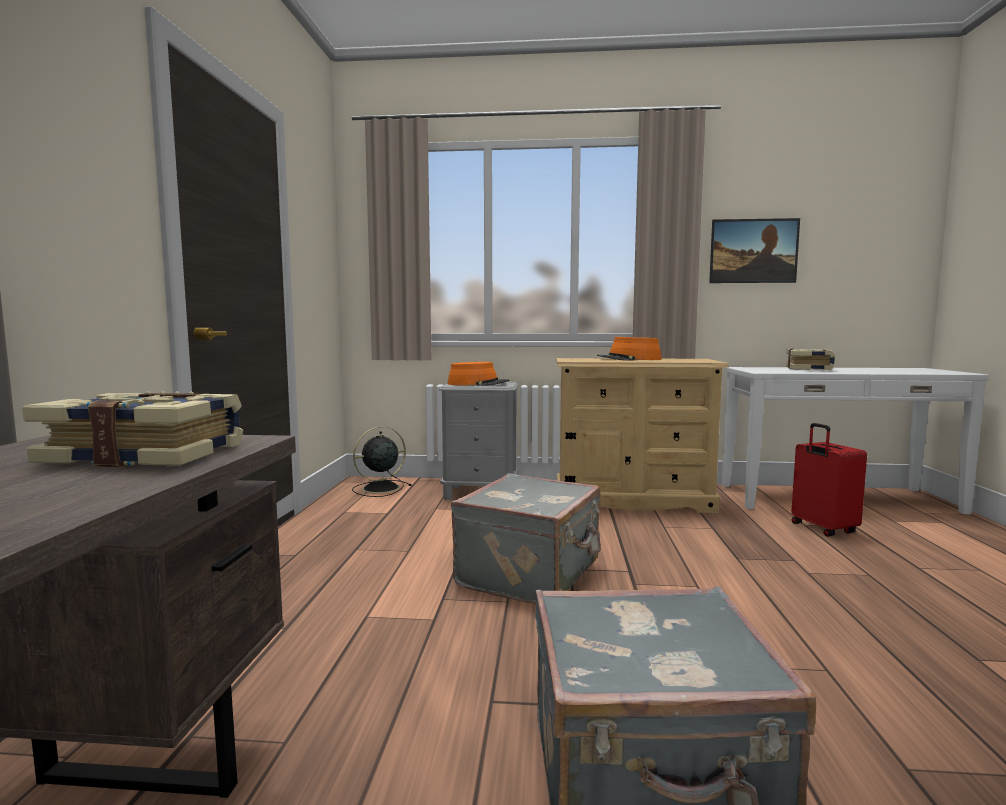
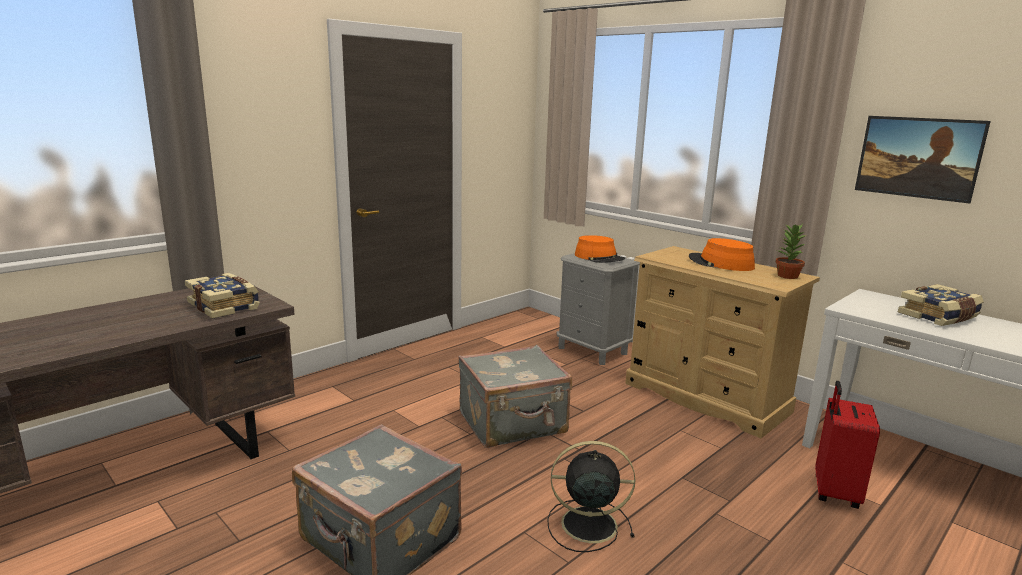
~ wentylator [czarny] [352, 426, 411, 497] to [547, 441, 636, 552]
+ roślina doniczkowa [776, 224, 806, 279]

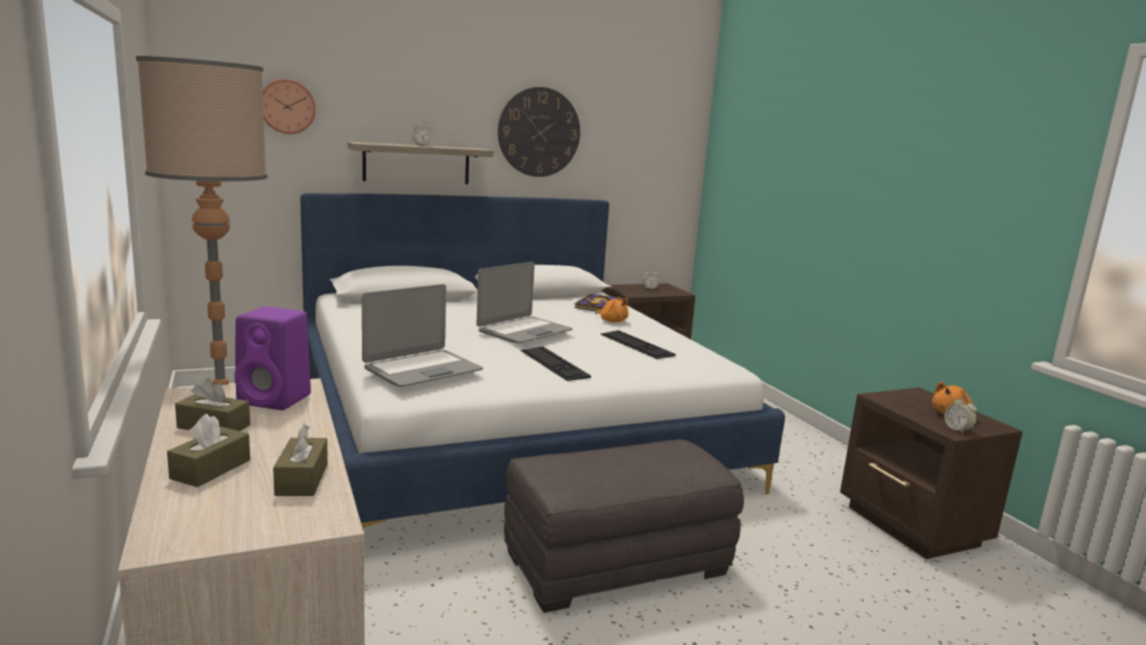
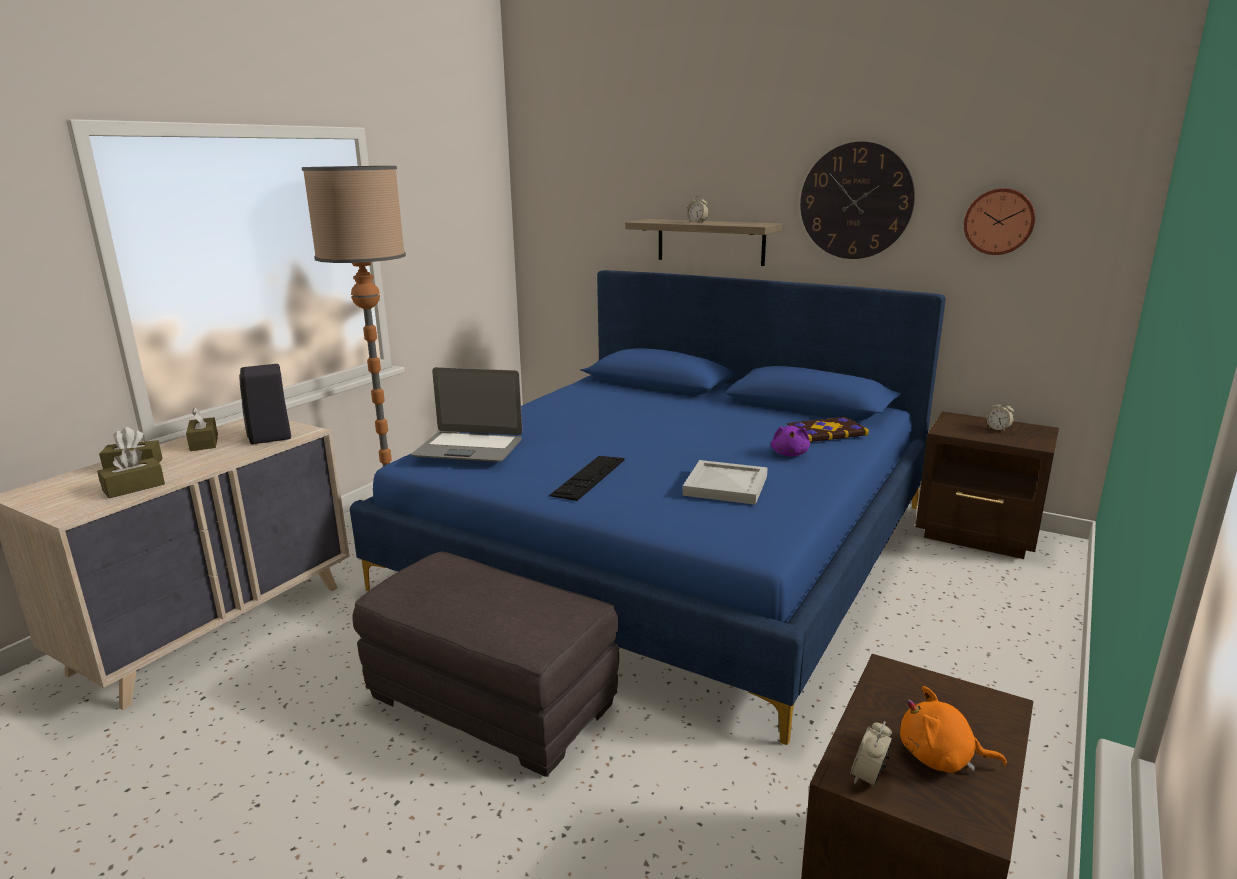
~ zegar ścienny [263, 79, 316, 134] to [964, 188, 1035, 255]
~ łóżko [biały] [300, 193, 785, 529] to łóżko [niebieski] [350, 270, 946, 745]
- laptop [477, 262, 572, 343]
~ pluszak [pomarańczowy] [595, 298, 629, 323] to pluszak [fioletowy] [771, 426, 810, 457]
~ głośnik [fioletowy] [234, 306, 311, 410] to głośnik [czarny] [239, 364, 291, 444]
~ klawiatura [600, 330, 676, 359] to taca [biały] [683, 460, 768, 505]

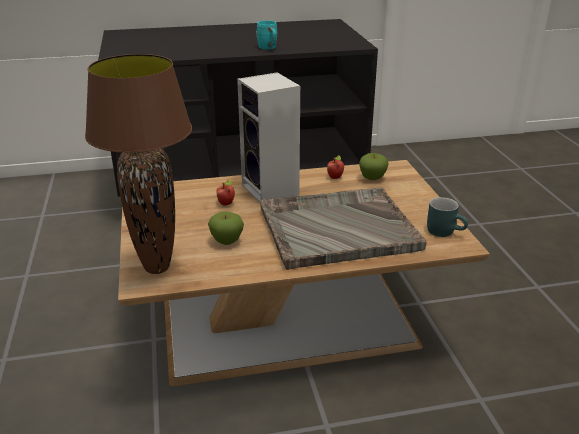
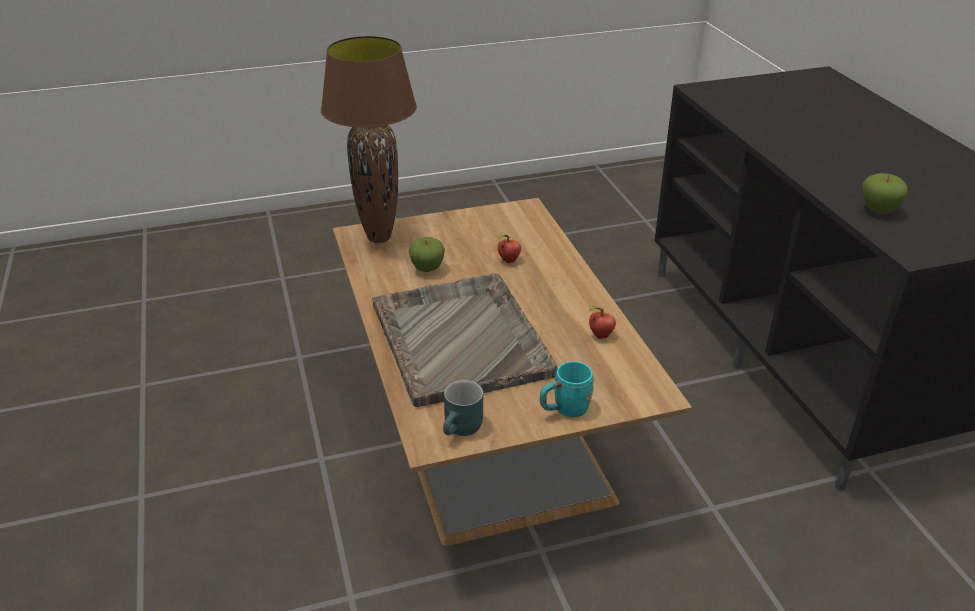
~ kubek [turkusowy] [256, 21, 277, 50] to [540, 361, 594, 417]
- głośnik [237, 72, 300, 203]
~ jabłko [359, 153, 388, 180] to [863, 173, 908, 214]

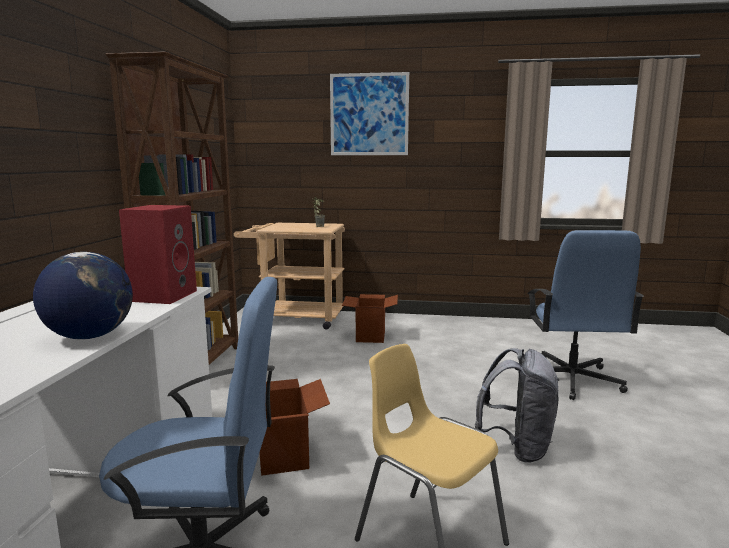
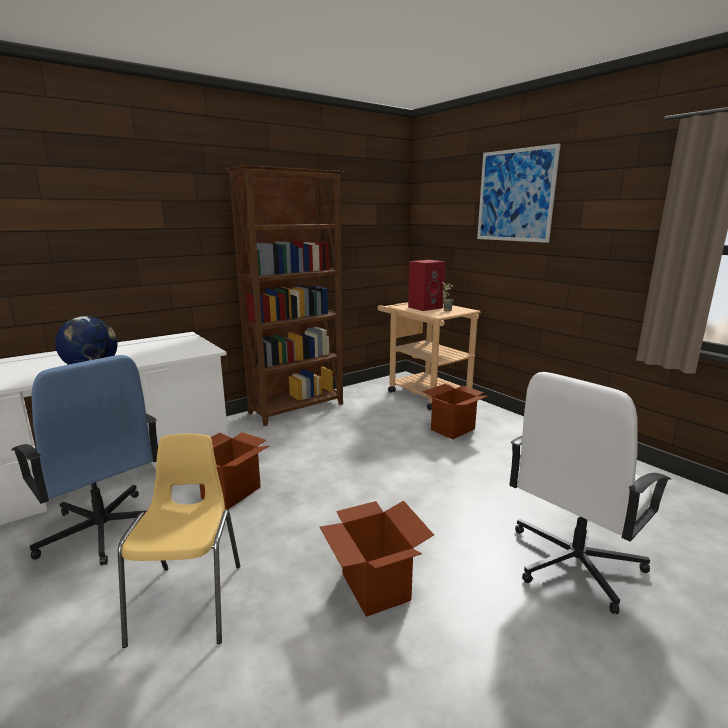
~ głośnik [czerwony] [119, 205, 197, 304] to [408, 260, 445, 311]
~ krzesło biurowe [niebieski] [527, 230, 644, 400] to krzesło biurowe [biały] [509, 372, 671, 614]
~ plecak [szary] [475, 348, 559, 463] to karton [320, 501, 434, 617]

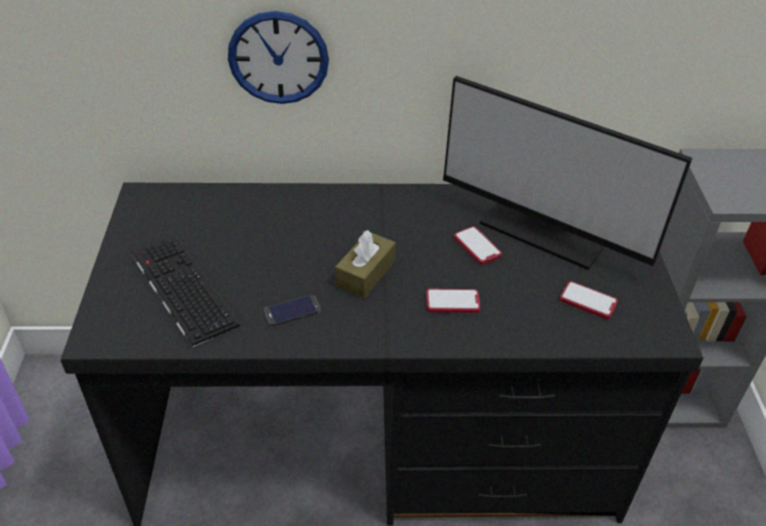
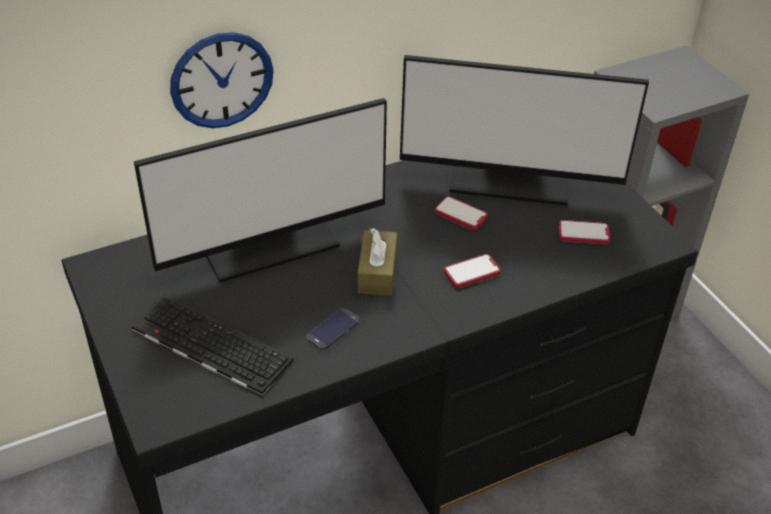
+ monitor [134, 98, 387, 283]

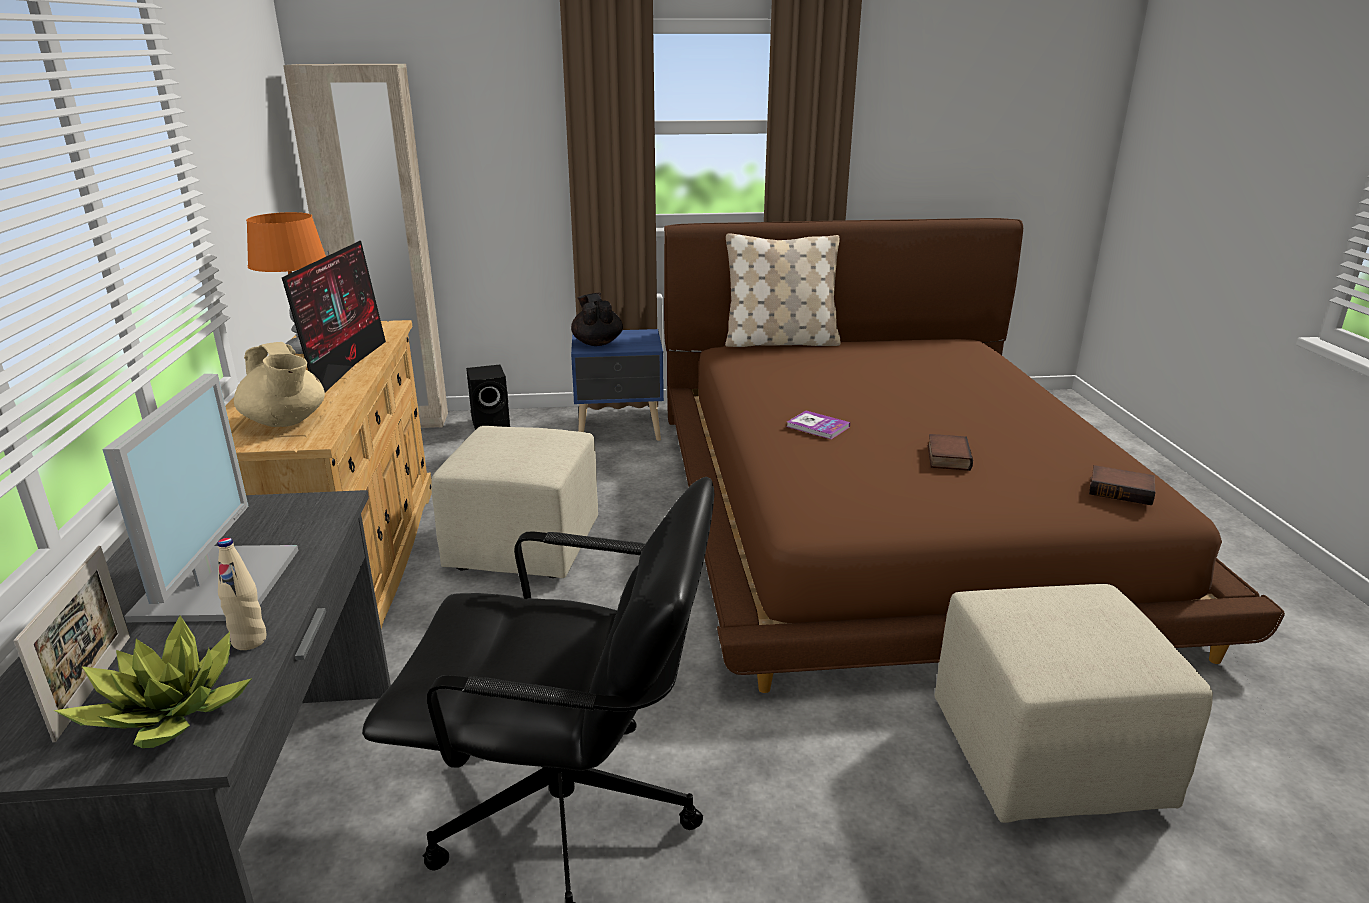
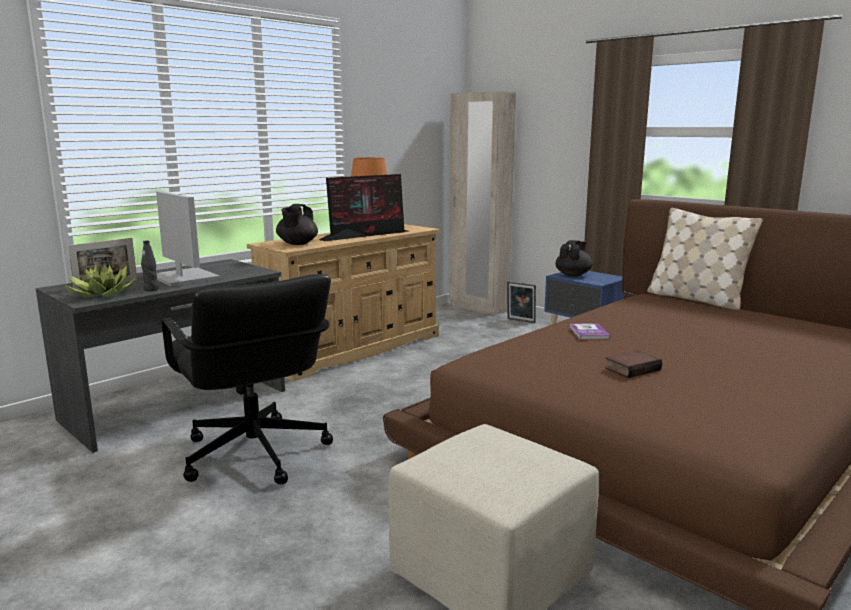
~ imbryk [beżowy] [234, 342, 325, 427] to imbryk [czarny] [276, 204, 318, 245]
~ głośnik [czarny] [466, 365, 510, 430] to ramka na zdjęcie [507, 281, 536, 323]
~ monitor [102, 374, 298, 622] = [156, 191, 220, 286] 90 degrees counterclockwise
- pufa [beżowy] [431, 426, 598, 578]
- książka [1089, 465, 1155, 505]
~ butelka [beżowy] [218, 538, 267, 650] to butelka [czarny] [141, 240, 158, 291]

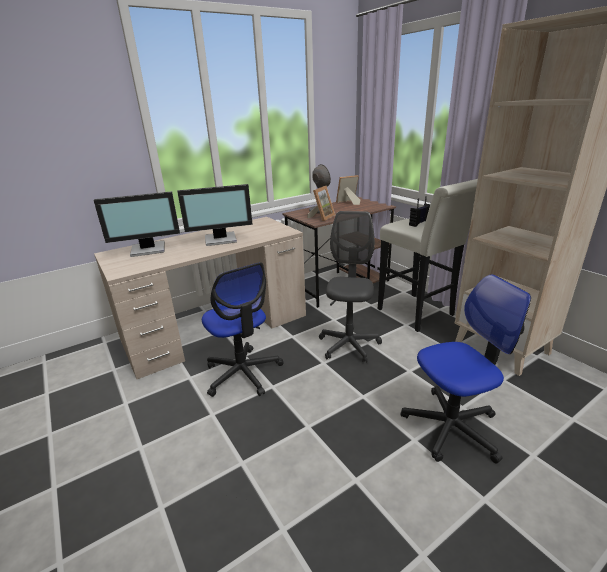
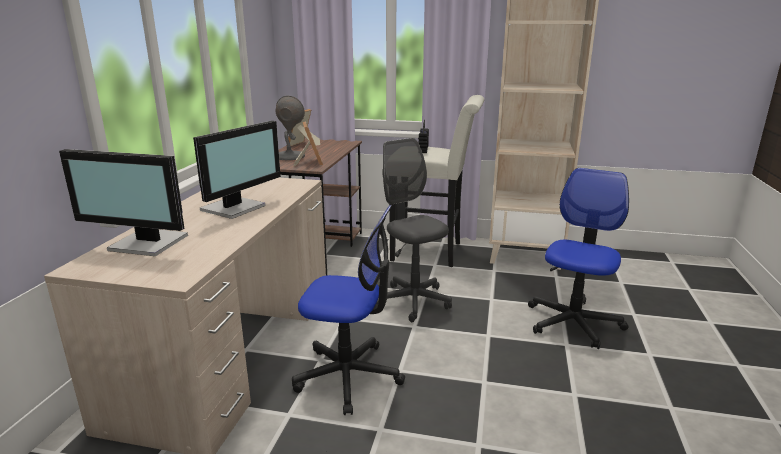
~ monitor [93, 191, 180, 257] = [59, 149, 188, 256] 75 degrees clockwise

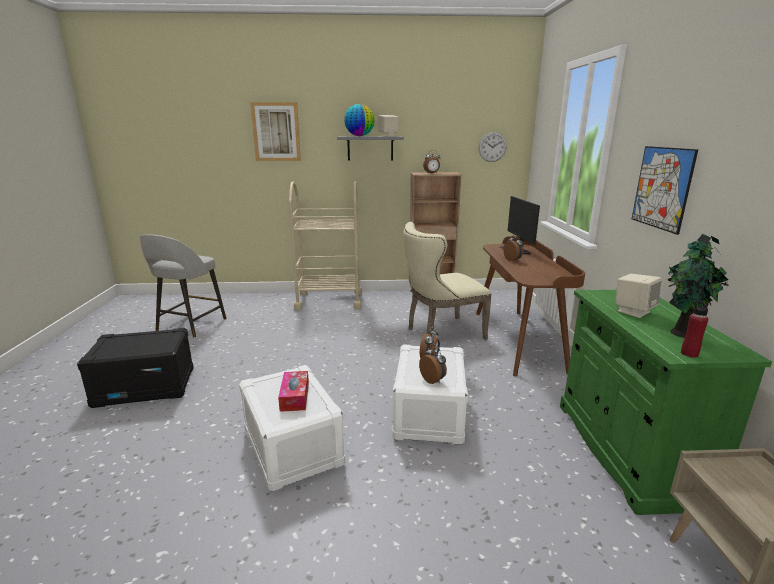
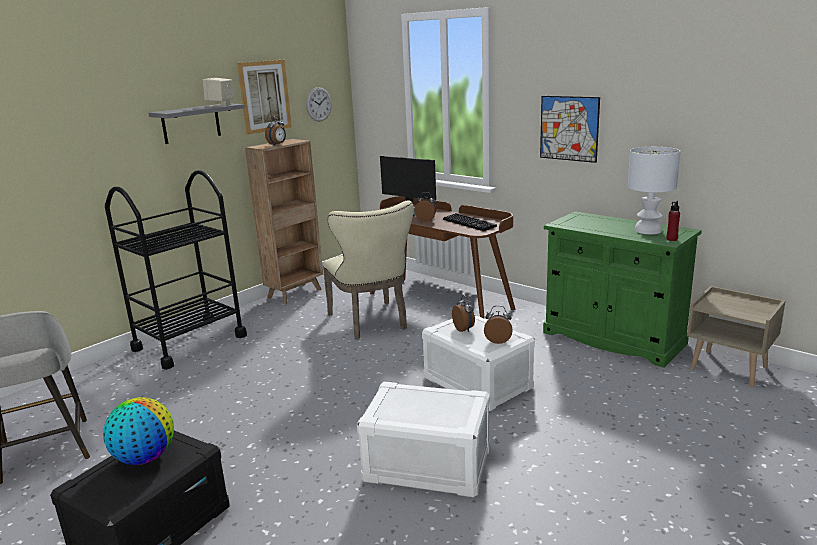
~ obraz [250, 102, 301, 161] to [237, 60, 292, 135]
~ globus [344, 104, 374, 136] to [103, 397, 174, 465]
~ wózek [beżowy] [289, 181, 362, 310] to wózek [czarny] [105, 170, 247, 370]
~ krzesło [beżowy] [403, 222, 492, 340] = [323, 200, 414, 339] 45 degrees counterclockwise
~ roślina doniczkowa [668, 234, 729, 338] to lampa stołowa [biały] [628, 147, 680, 234]
- głośnik [beżowy] [615, 274, 662, 318]
- pudełko chusteczek [278, 371, 309, 412]
+ klawiatura [443, 213, 497, 231]

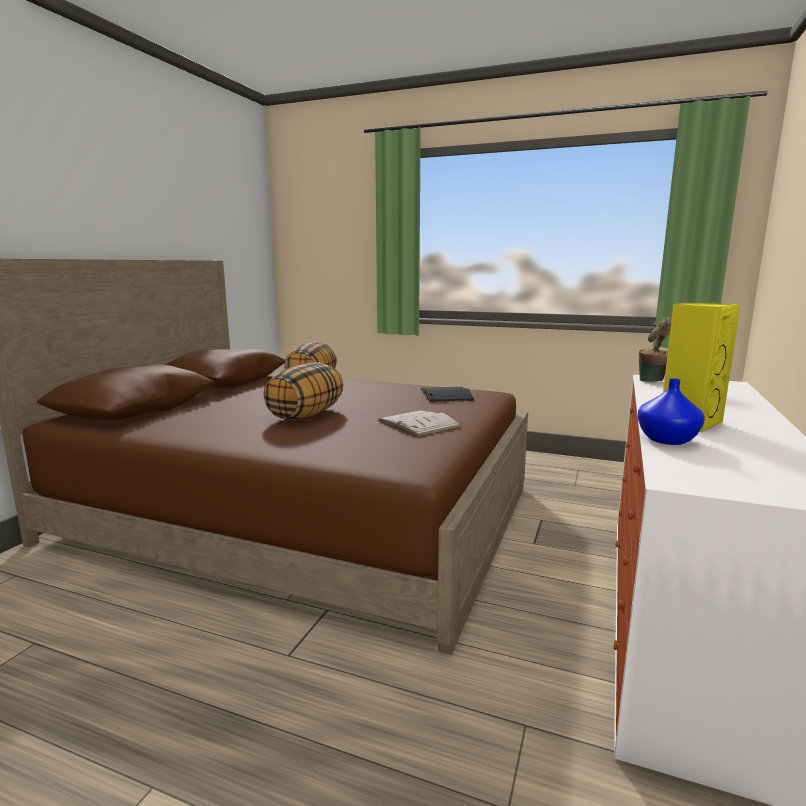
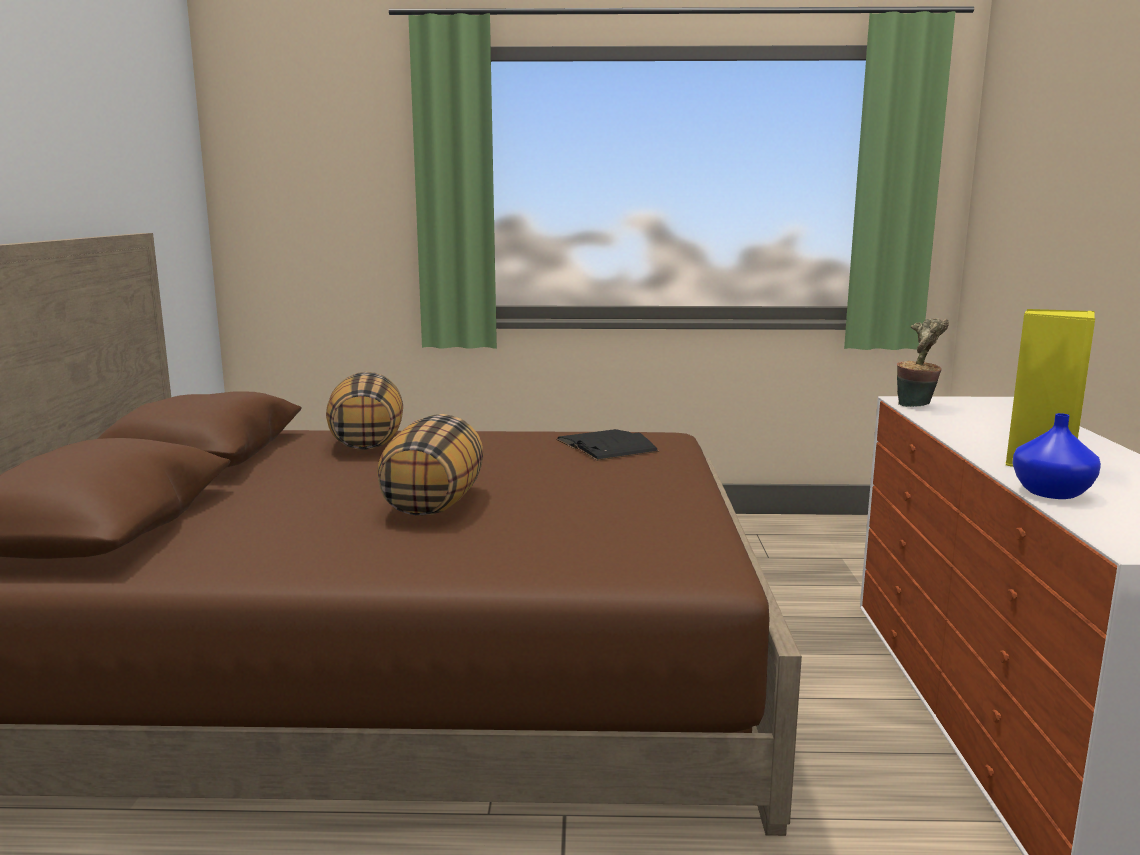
- książka [biały] [377, 410, 462, 437]

